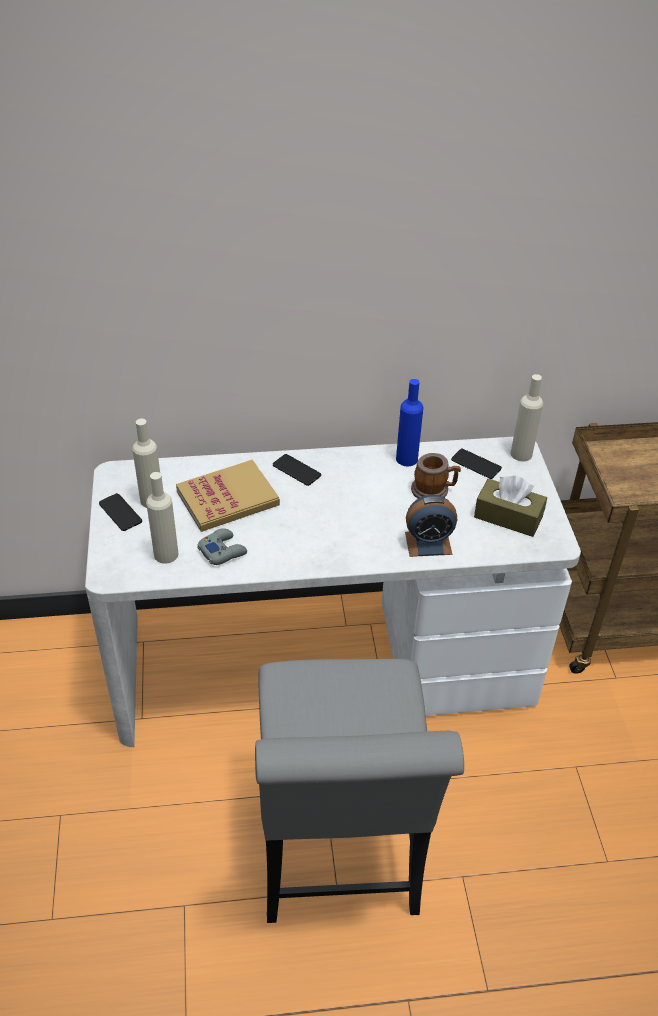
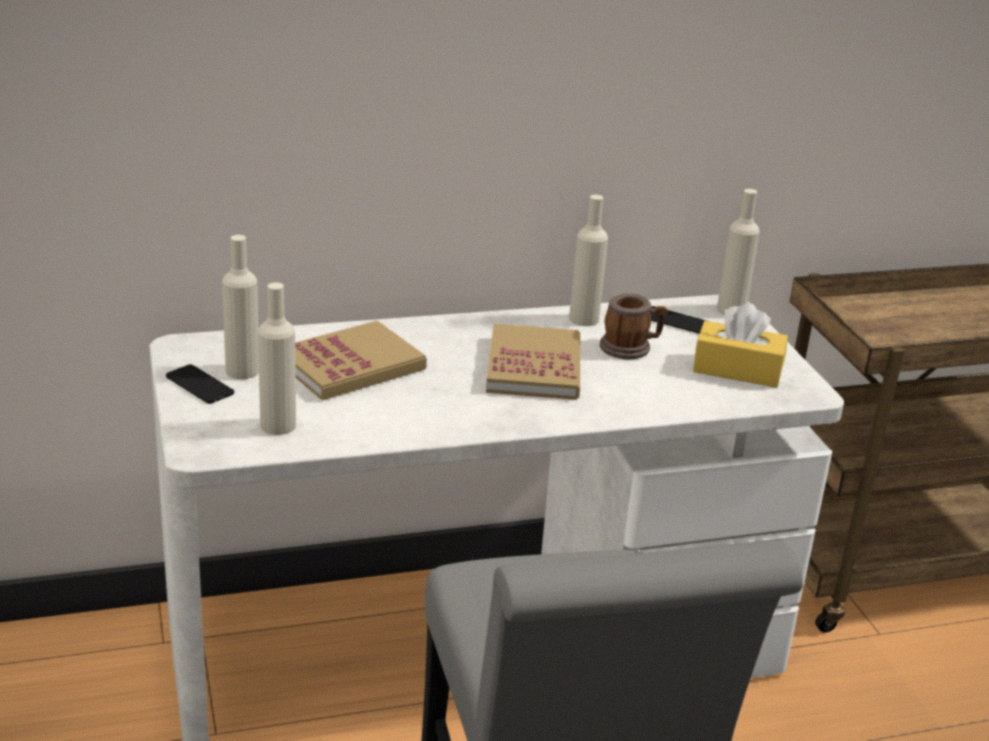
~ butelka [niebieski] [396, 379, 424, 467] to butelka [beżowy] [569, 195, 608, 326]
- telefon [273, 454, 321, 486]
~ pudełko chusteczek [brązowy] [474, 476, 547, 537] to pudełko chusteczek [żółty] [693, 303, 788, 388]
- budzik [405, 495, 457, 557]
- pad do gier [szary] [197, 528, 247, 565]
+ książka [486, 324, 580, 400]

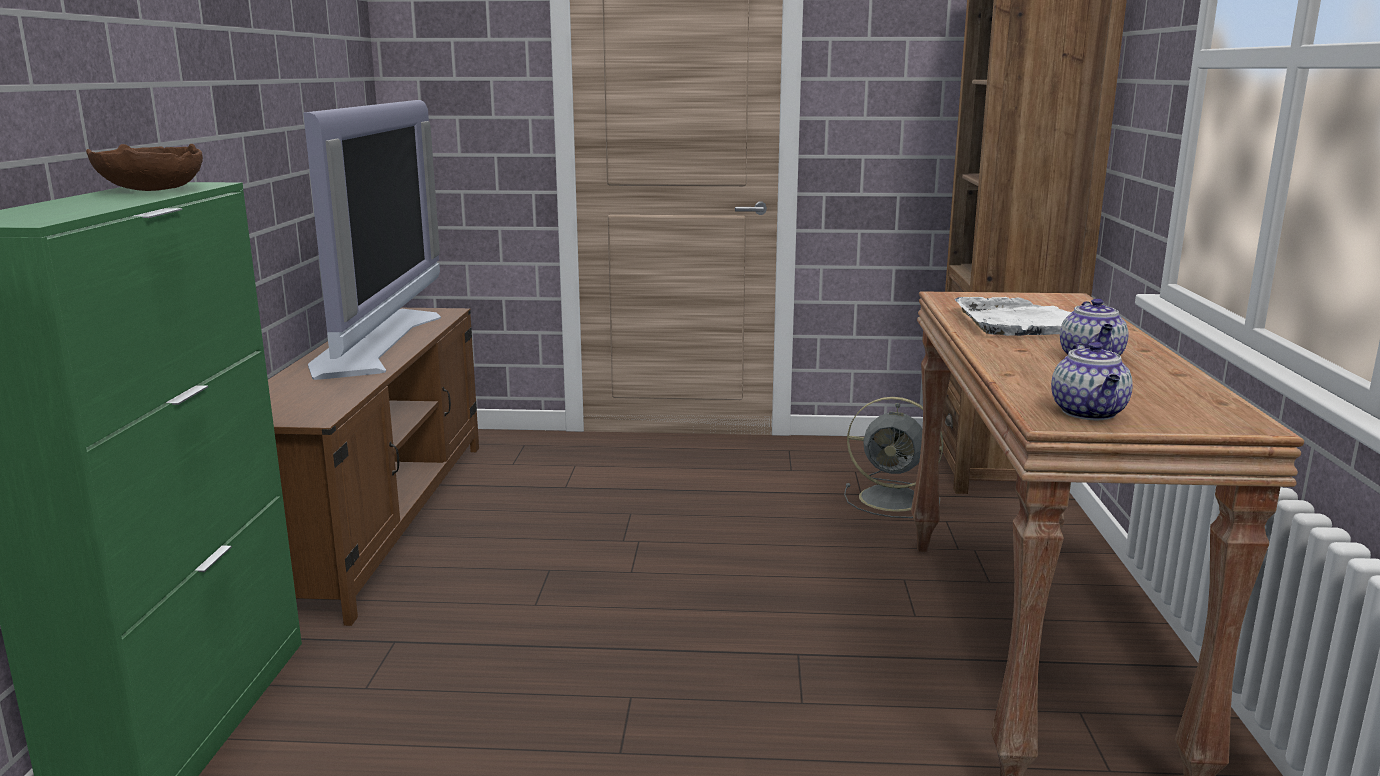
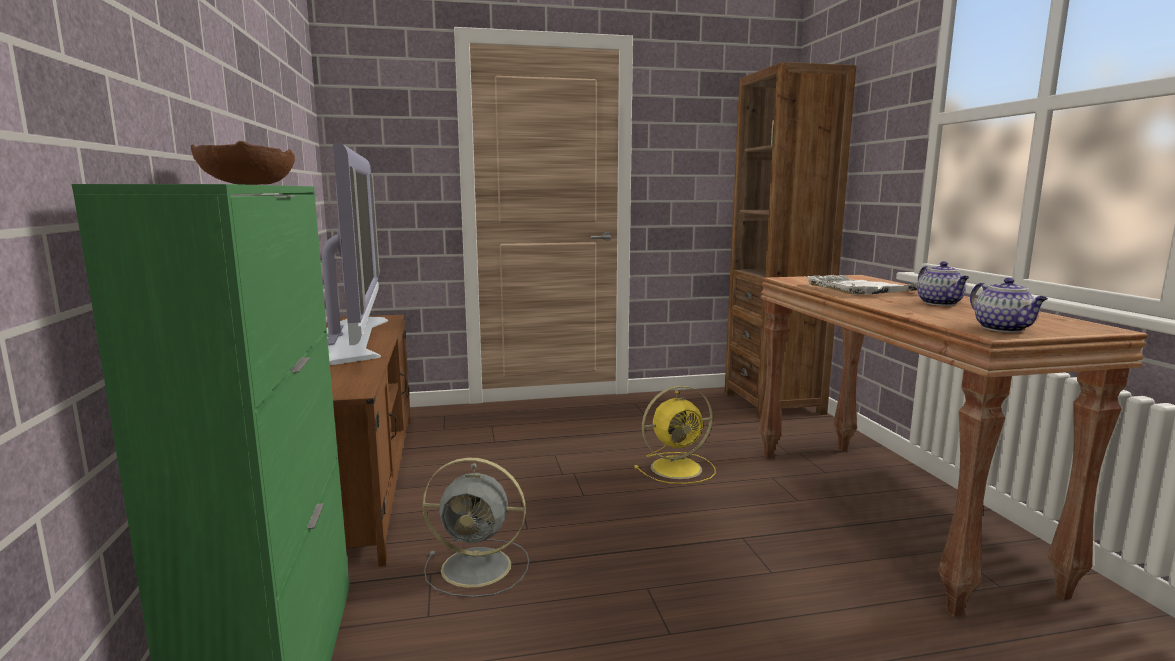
~ wentylator [szary] [844, 397, 943, 518] to [422, 458, 529, 598]
+ wentylator [żółty] [635, 385, 716, 484]

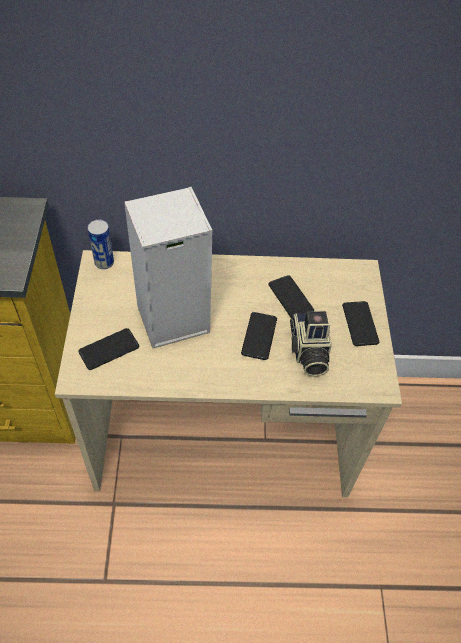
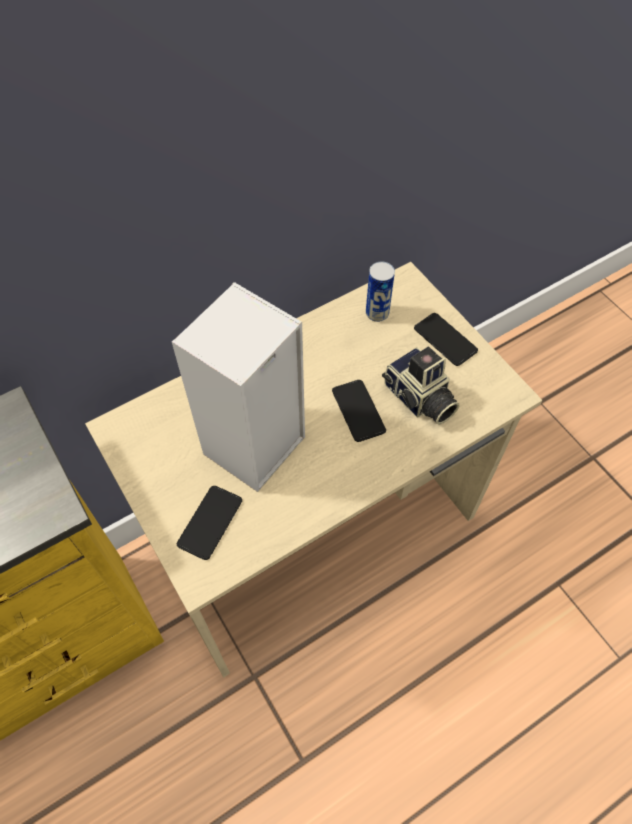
~ puszka [88, 220, 114, 269] to [366, 261, 395, 322]
- telefon [268, 275, 314, 319]

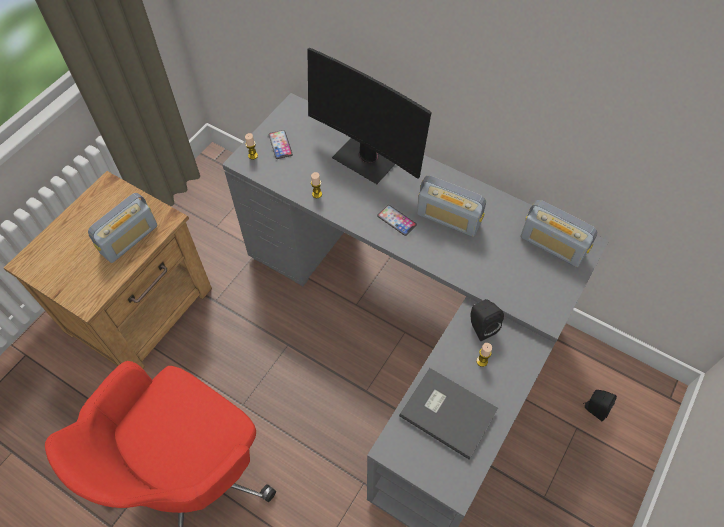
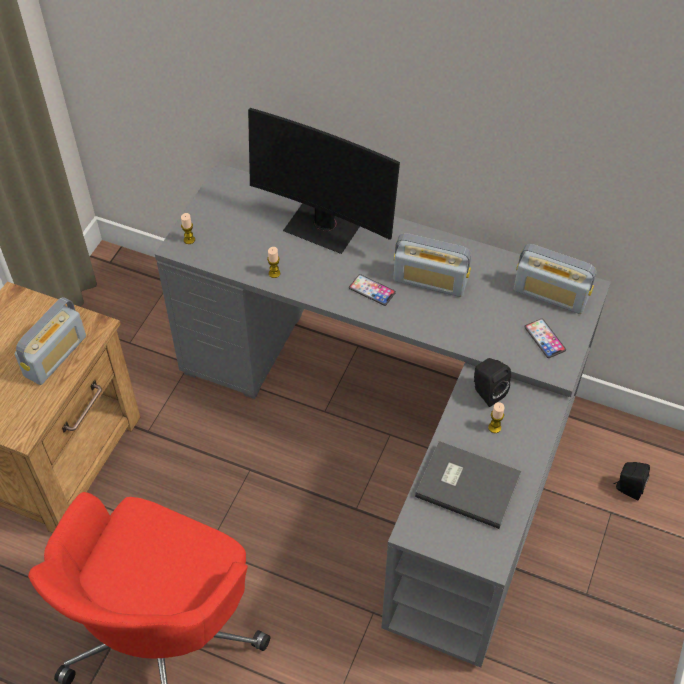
~ telefon [269, 130, 293, 159] to [524, 318, 566, 358]

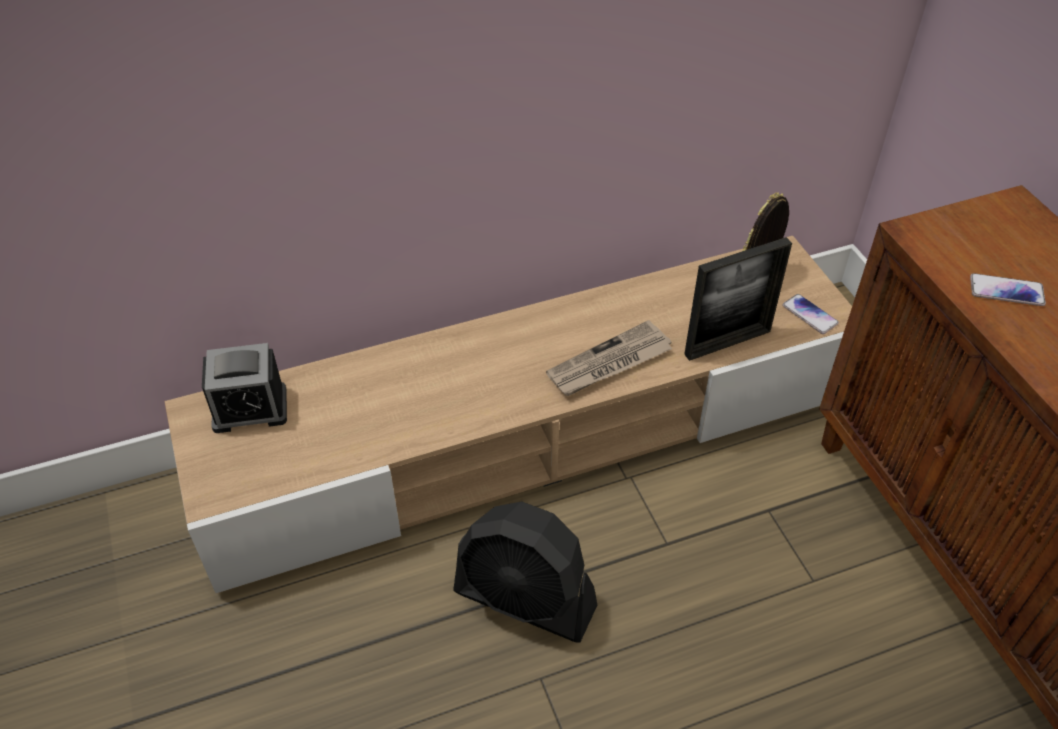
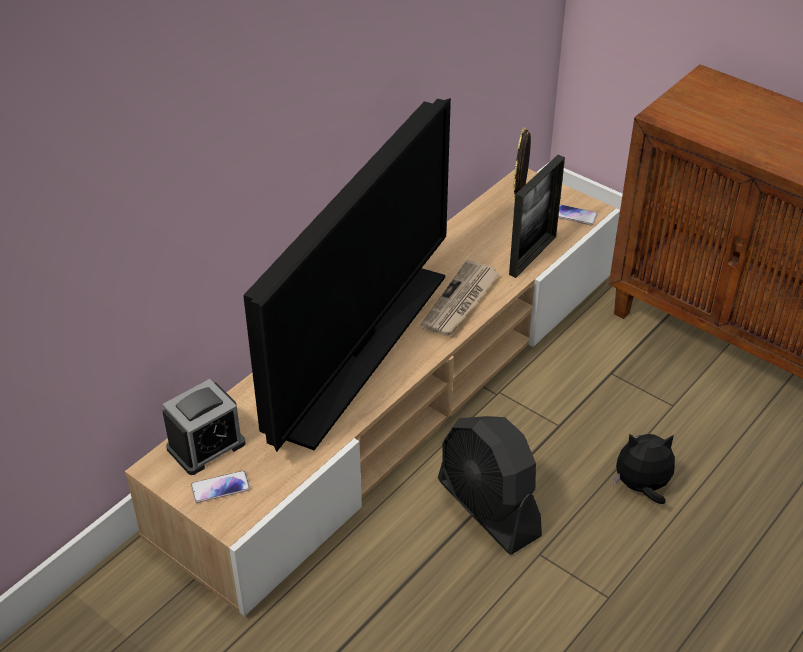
~ telefon [970, 273, 1046, 306] to [191, 471, 250, 503]
~ wentylator [czarny] [453, 501, 597, 643] = [438, 416, 542, 555] 60 degrees clockwise
+ telewizor [243, 98, 451, 452]
+ pluszak [613, 434, 675, 504]

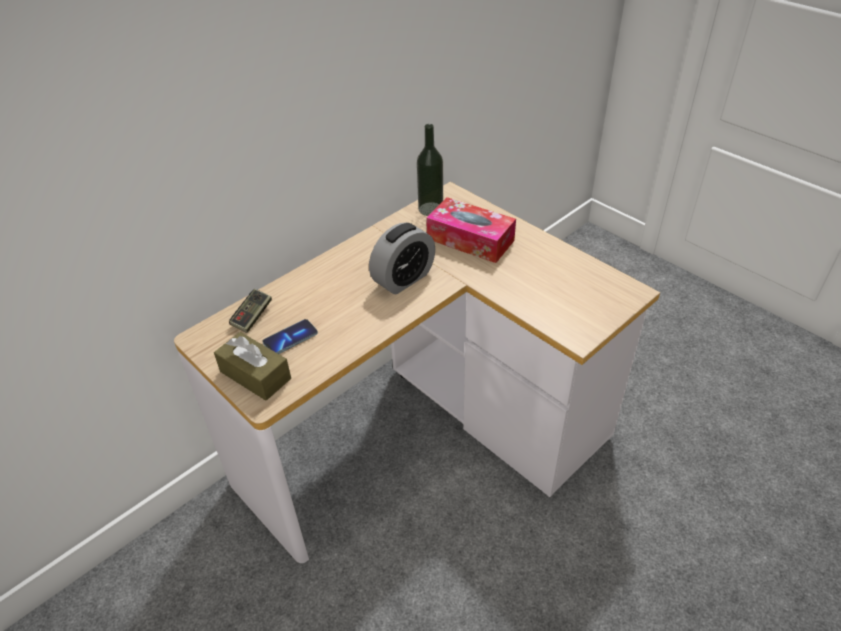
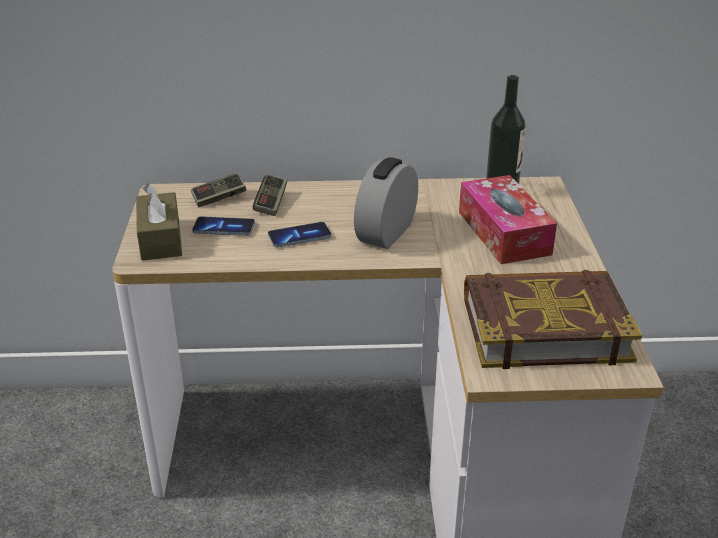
~ budzik [369, 222, 435, 294] = [354, 157, 418, 249] 120 degrees clockwise
+ pad do gier [253, 174, 287, 216]
+ telefon [268, 222, 332, 248]
+ książka [464, 270, 642, 369]

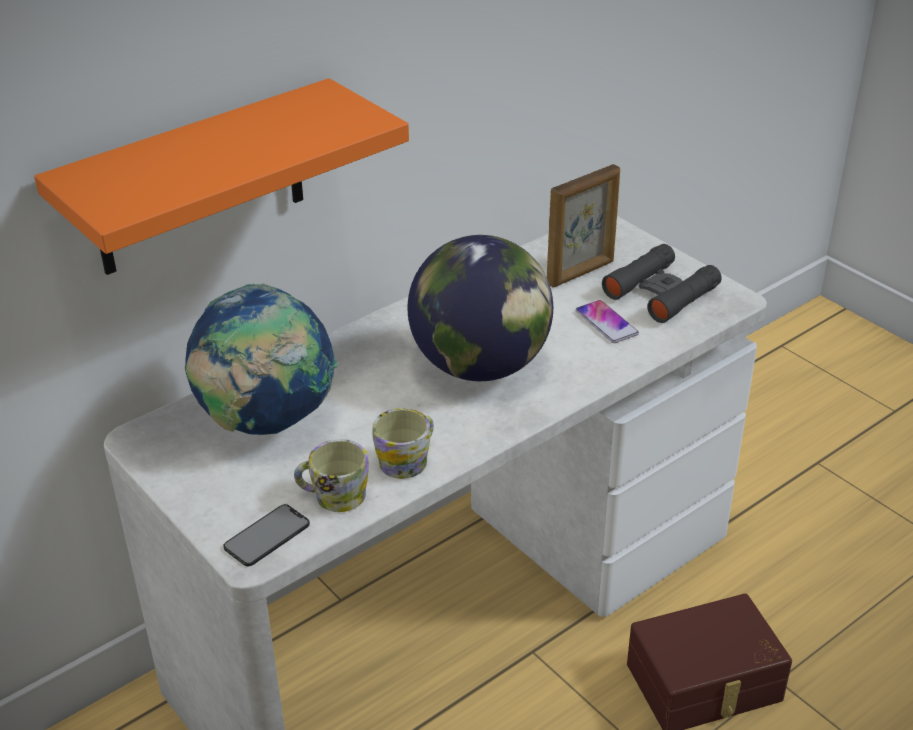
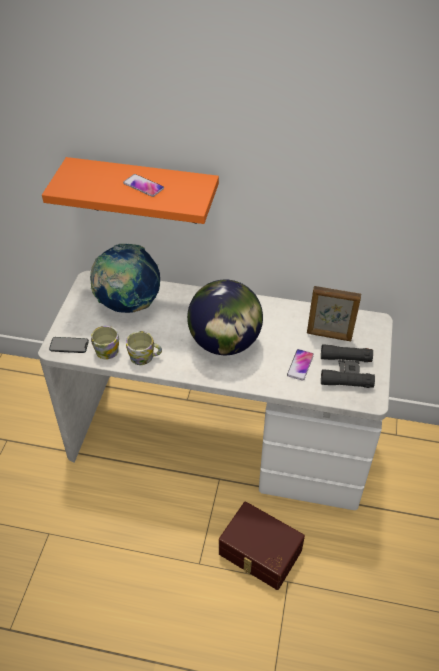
+ telefon [123, 174, 164, 197]

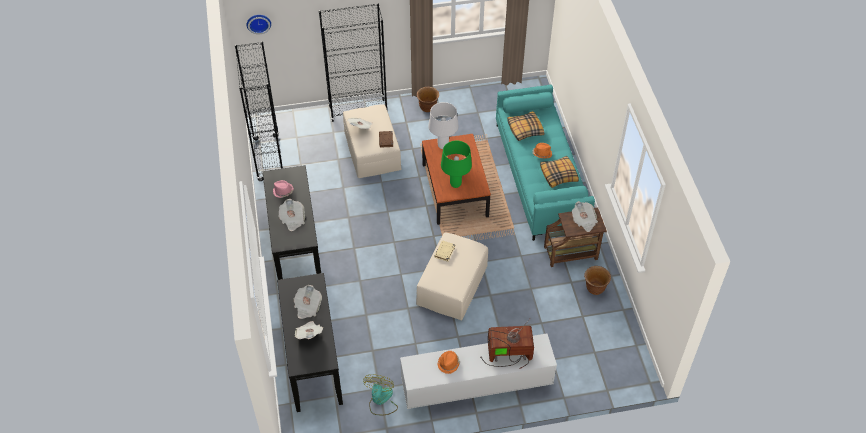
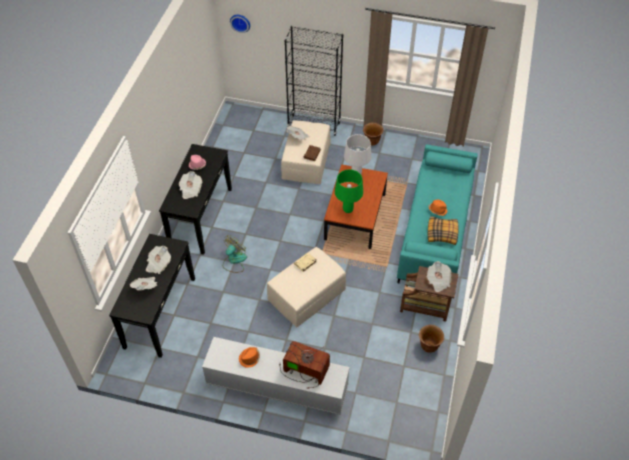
- regał [czarny] [235, 41, 283, 181]
- poduszka [507, 111, 544, 141]
~ wentylator [363, 374, 398, 415] to [223, 235, 247, 273]

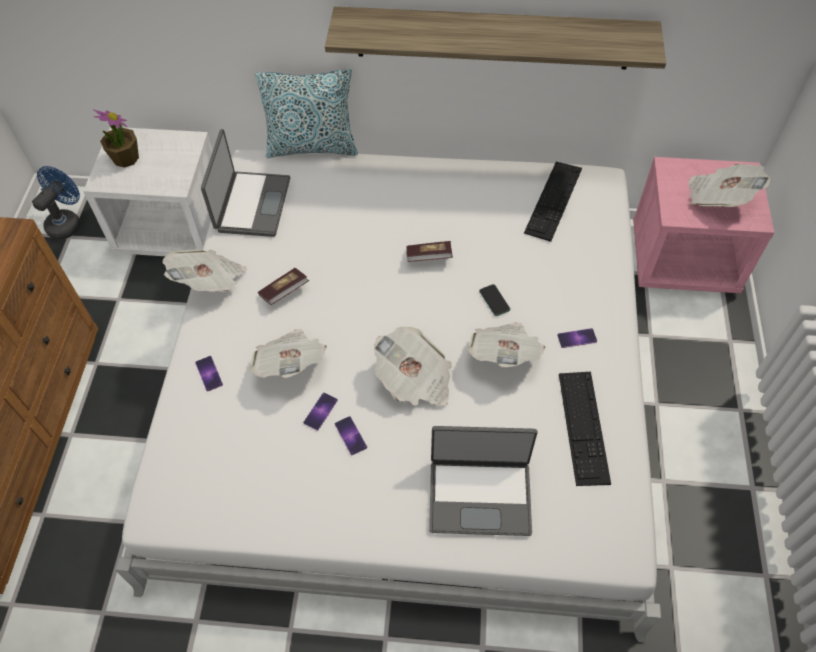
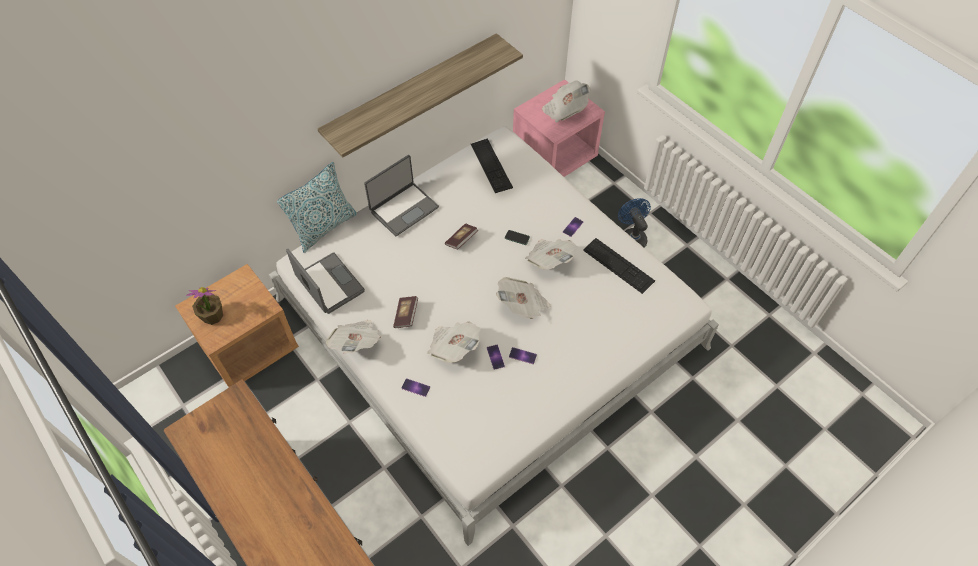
~ szafka nocna [biały] [83, 127, 213, 256] to szafka nocna [brązowy] [175, 264, 299, 387]
~ wentylator [niebieski] [32, 166, 81, 240] to [618, 198, 651, 248]
~ laptop [429, 426, 537, 536] to [364, 155, 439, 236]

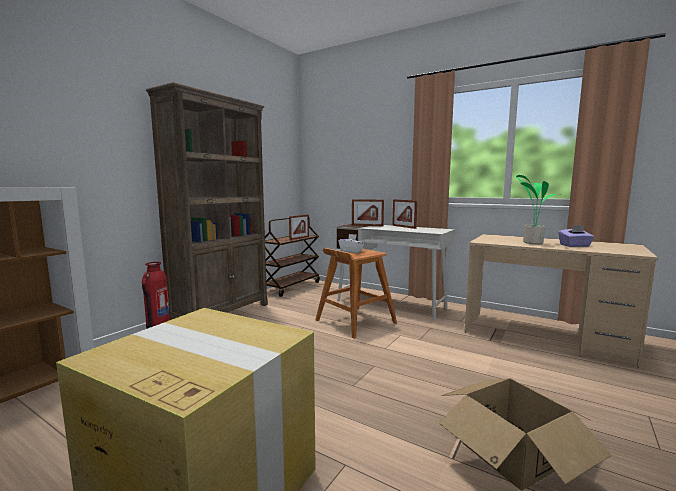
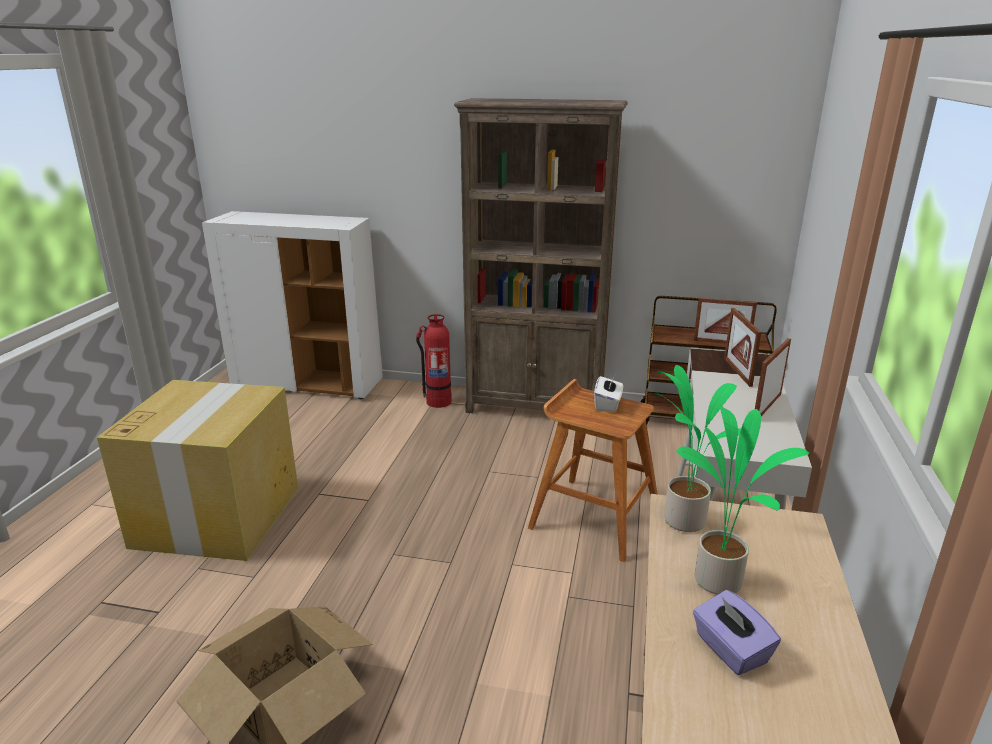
+ roślina doniczkowa [656, 365, 741, 532]

